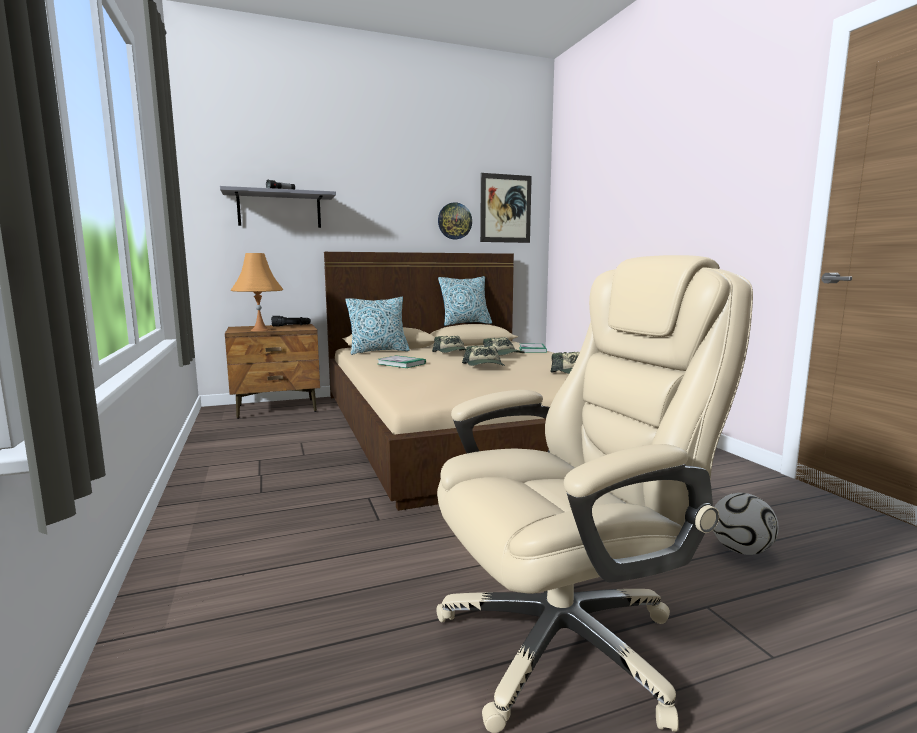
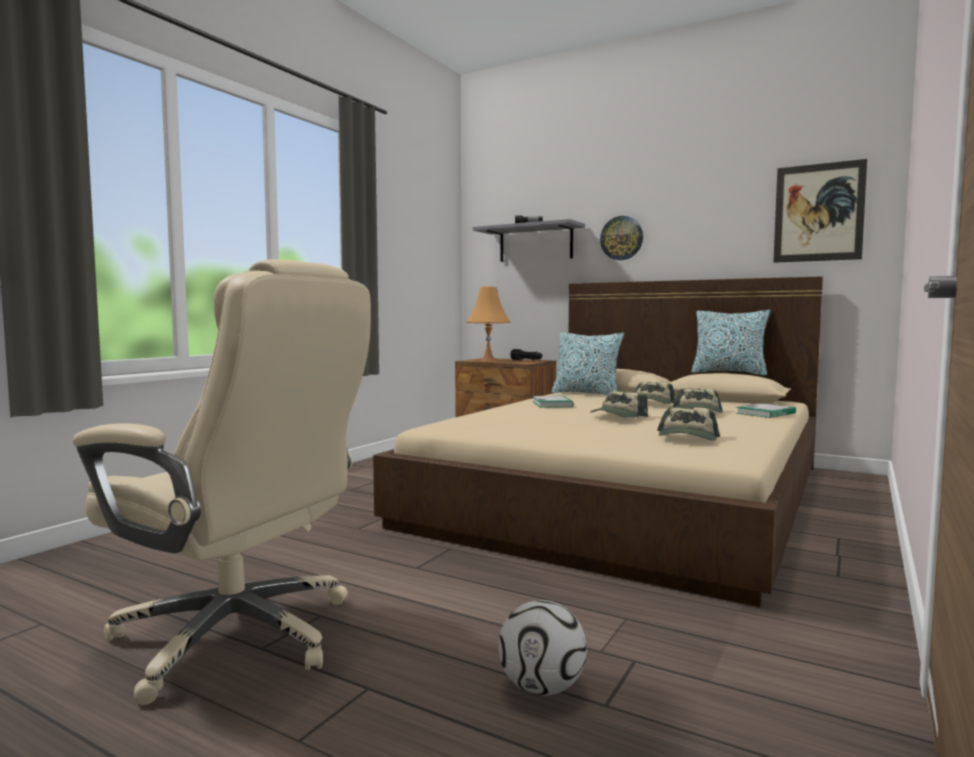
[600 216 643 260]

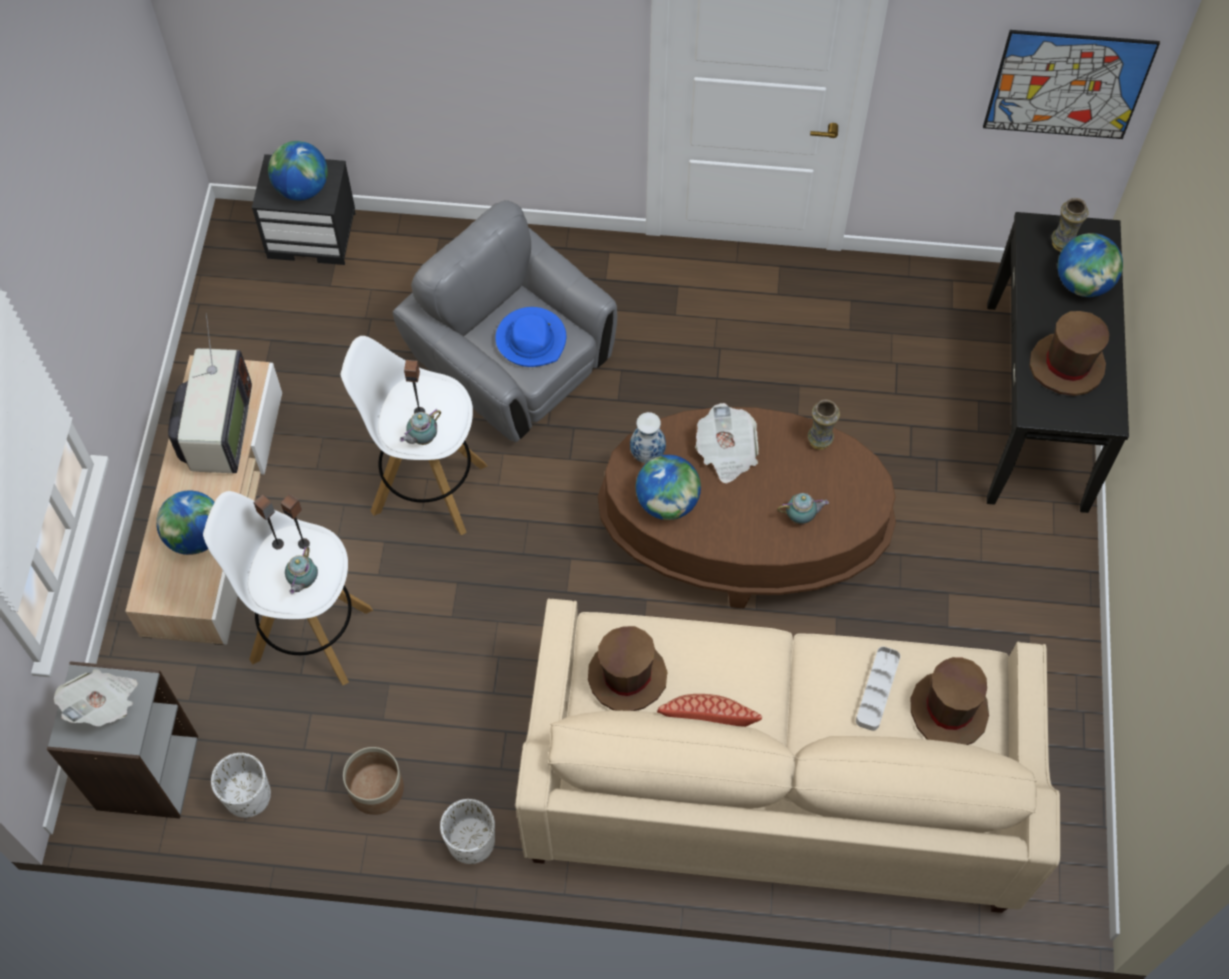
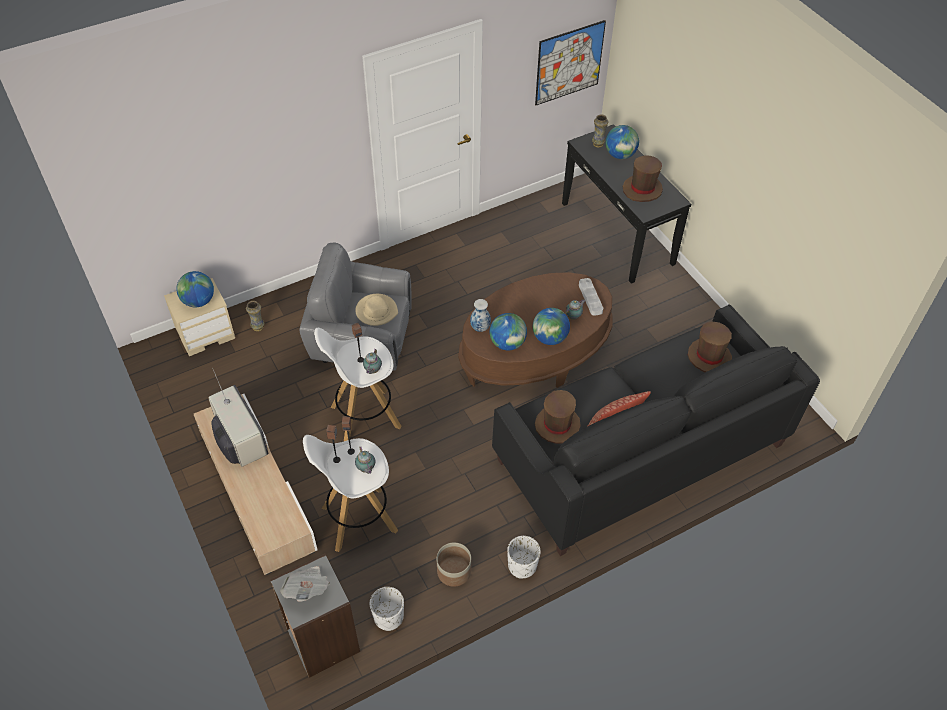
[695 403 759 483] (first image)
[533 308 570 345]
[246 301 264 331]
[579 278 603 316]
[164 278 235 356]
[355 294 398 326]
[492 304 820 556]

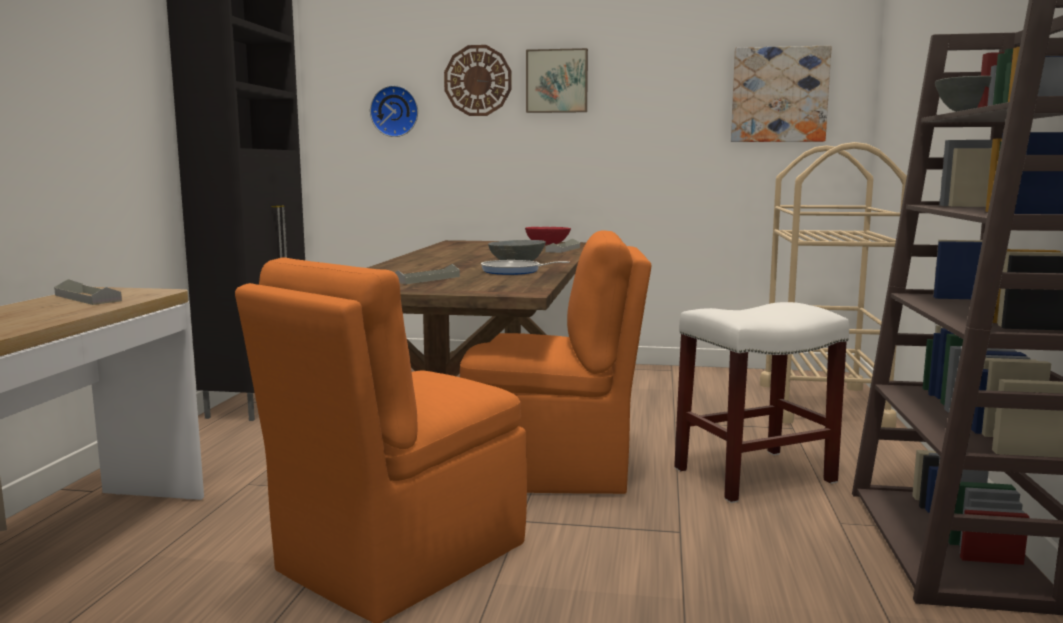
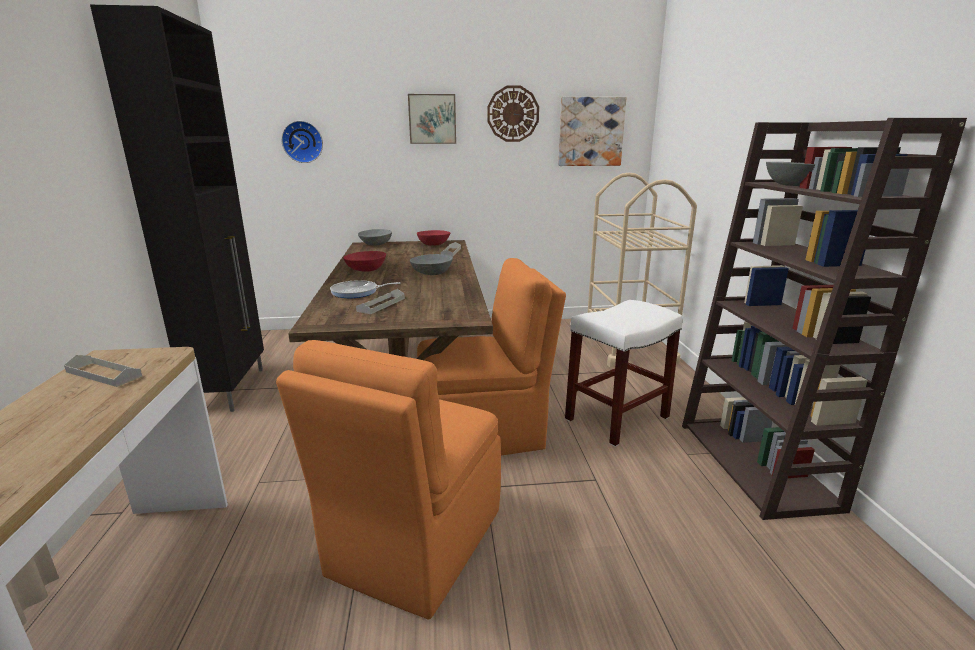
[344 251 386 272]
[358 229 392 246]
[487 85 539 142]
[330 280 400 298]

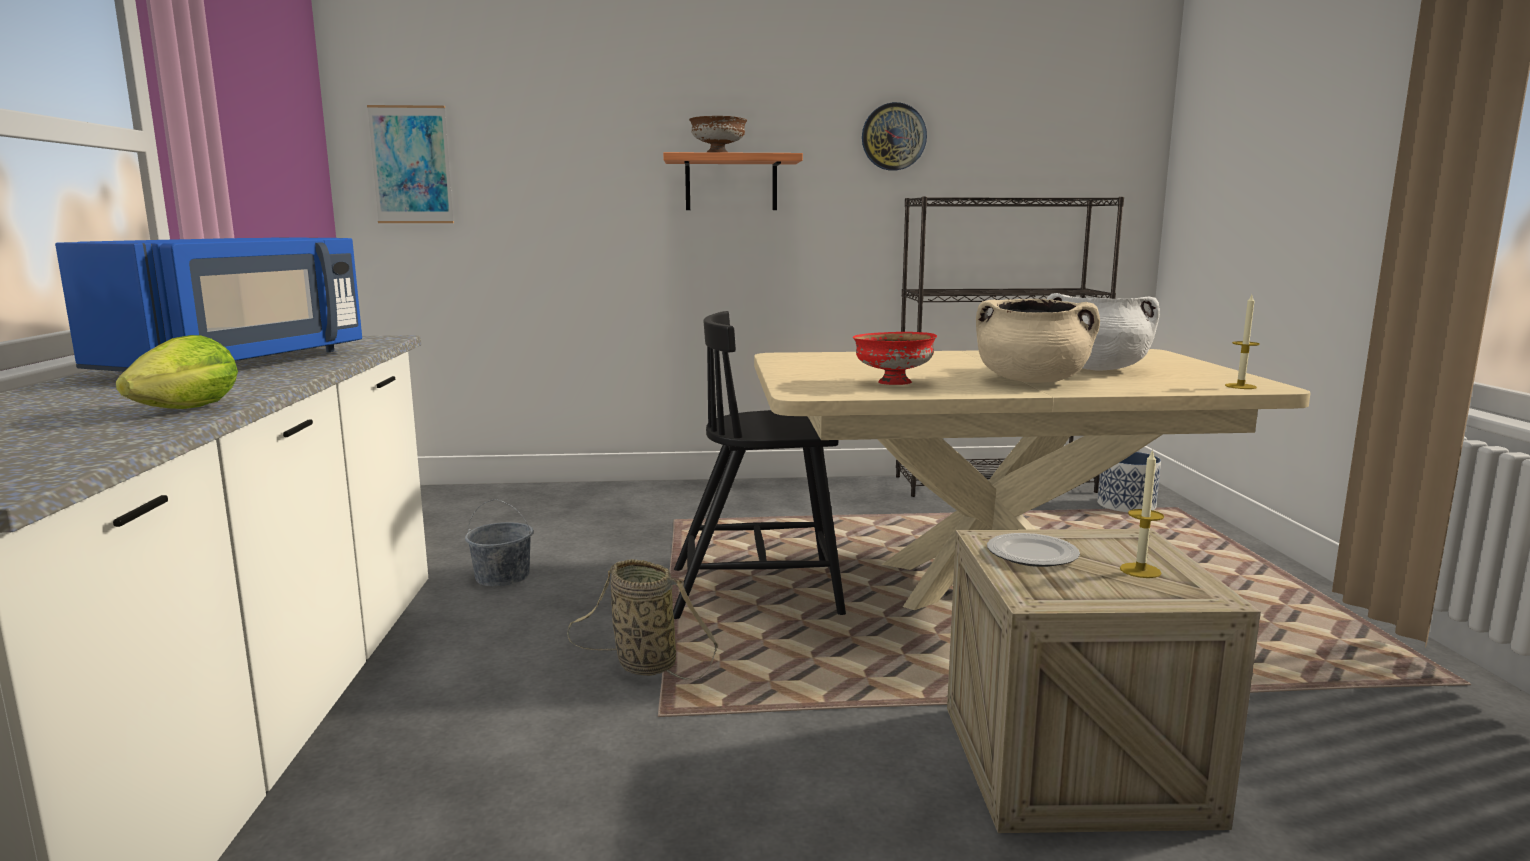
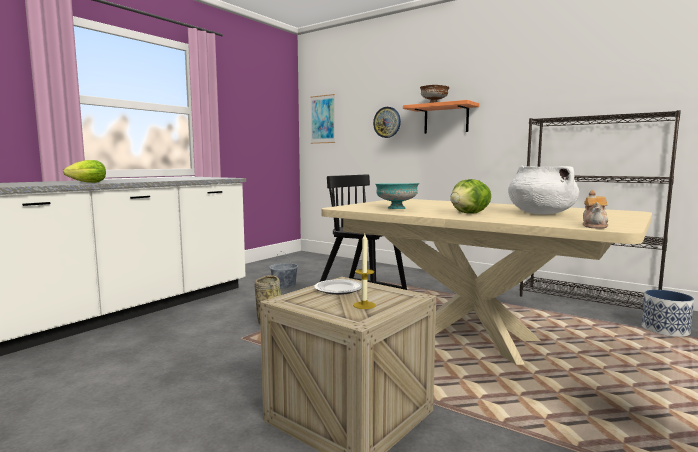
[55 237 362 372] (first image)
[373 107 401 138]
[450 179 491 214]
[583 190 608 229]
[375 183 419 209]

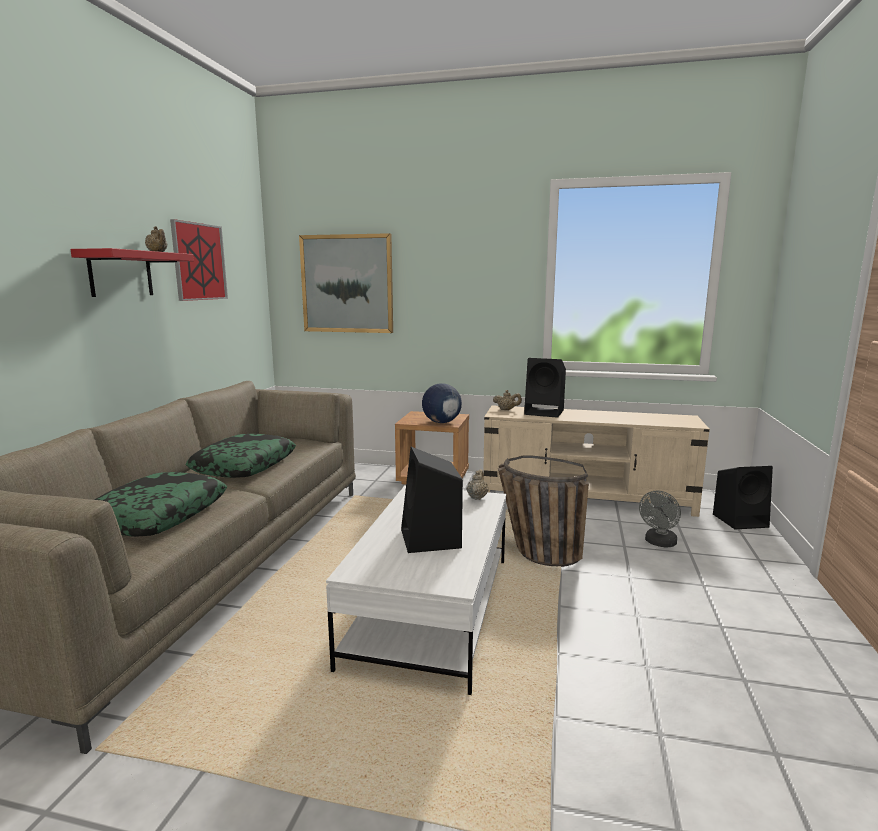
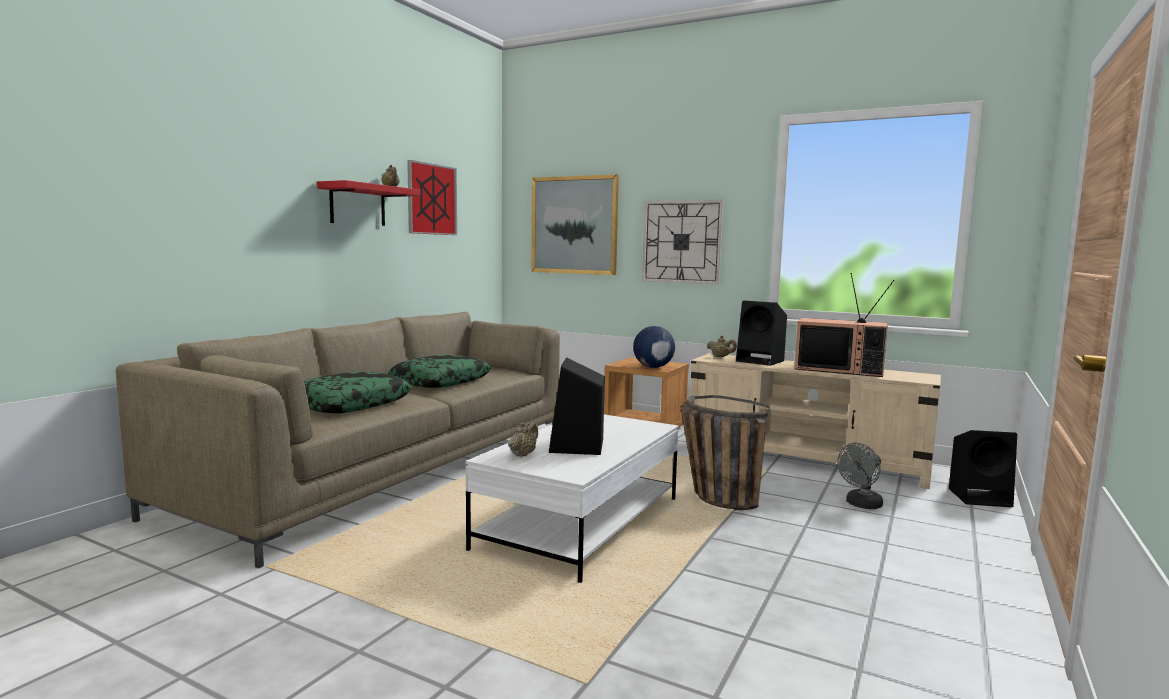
[642 200 724 285]
[794 273 894 377]
[508 422 538 457]

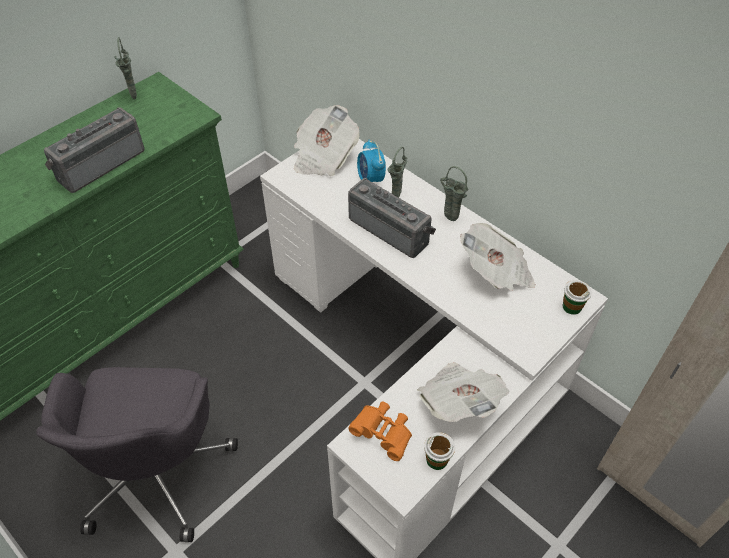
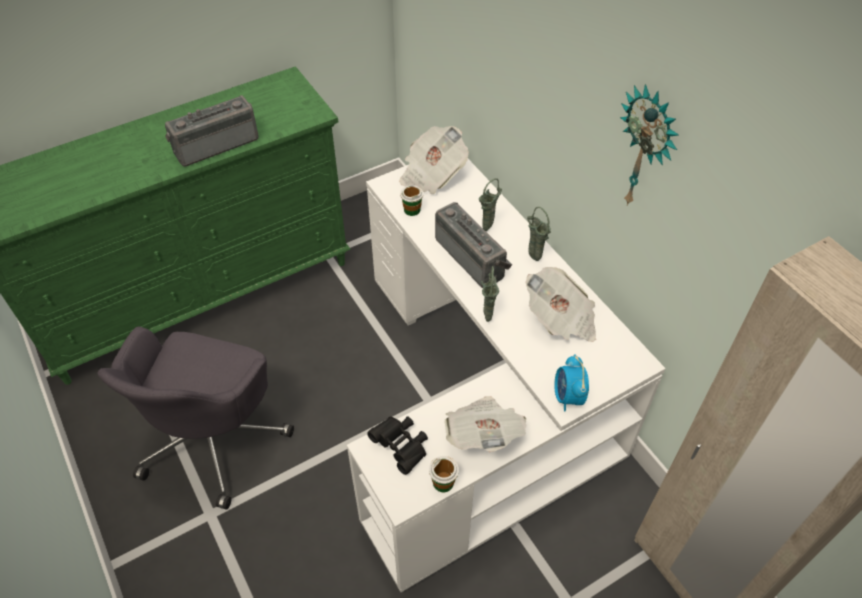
[620 84 679 206]
[481 266 499 322]
[554 354 589 411]
[400 185 423 216]
[367 416 428 475]

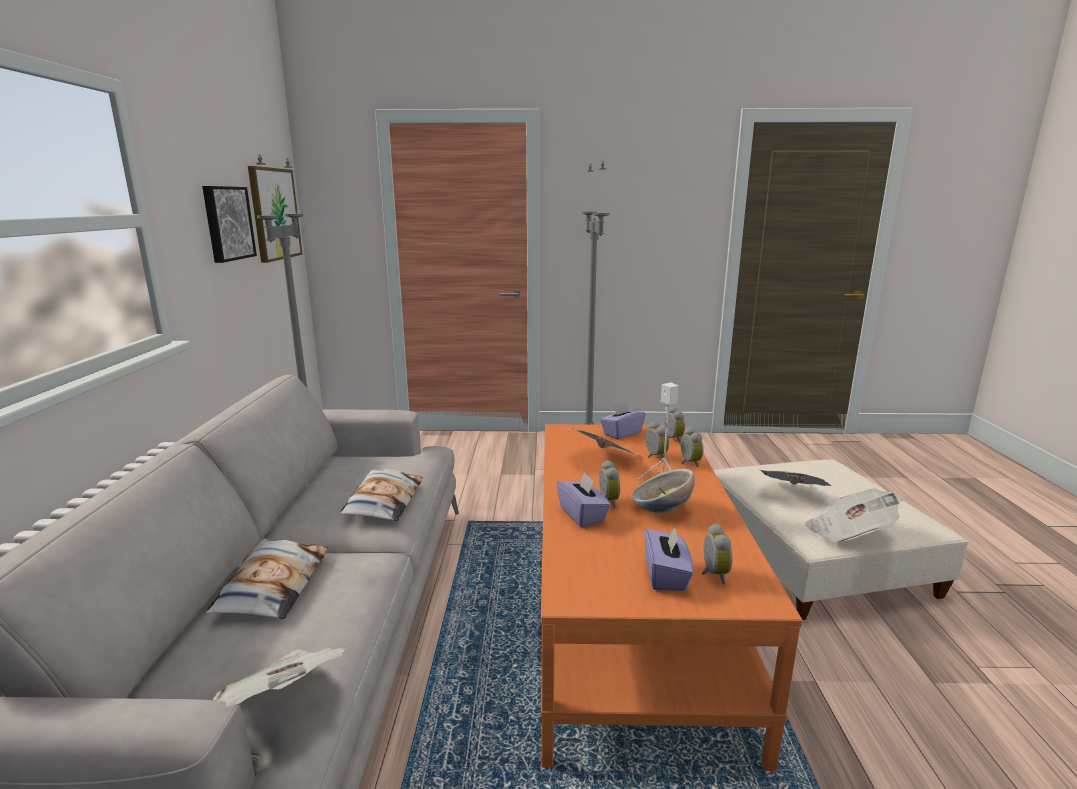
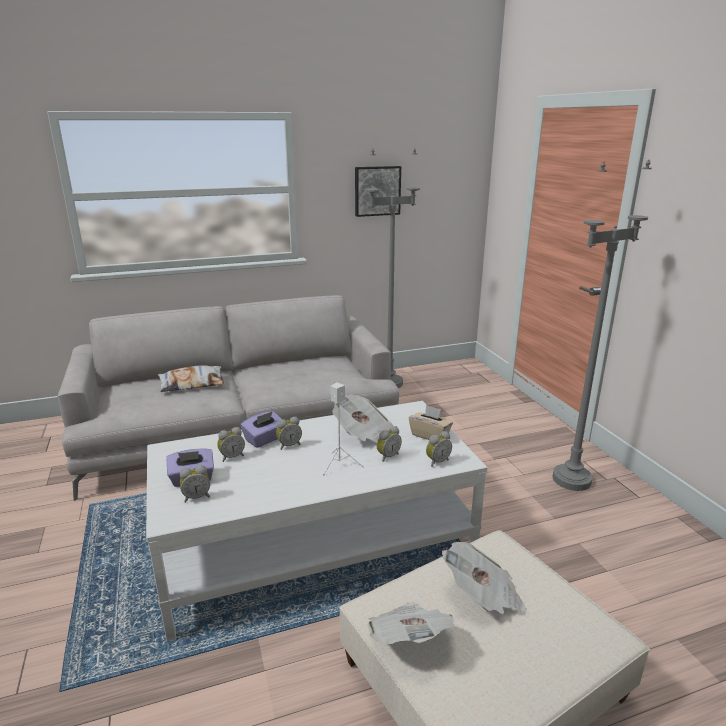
[213 647 346 706] (first image)
[248 166 302 263] (first image)
[339 469 423 521] (first image)
[632 469 695 513] (first image)
[217 427 245 462]
[146 401 487 641]
[409 405 453 440]

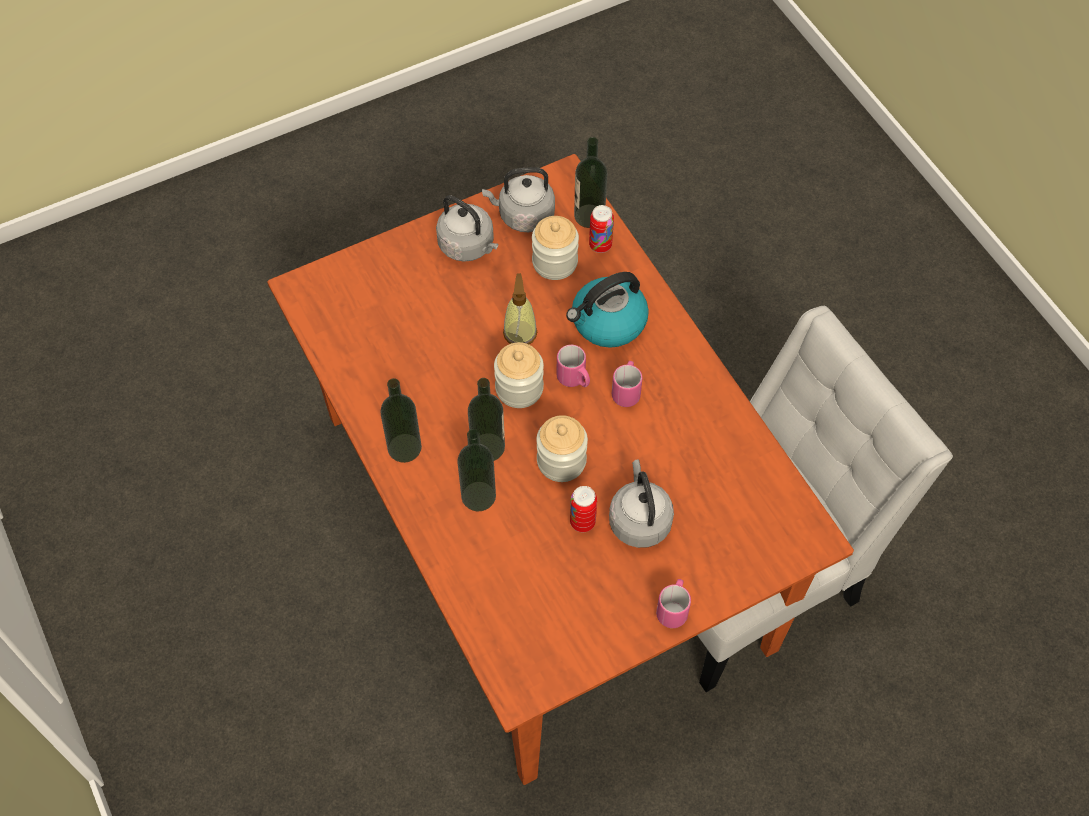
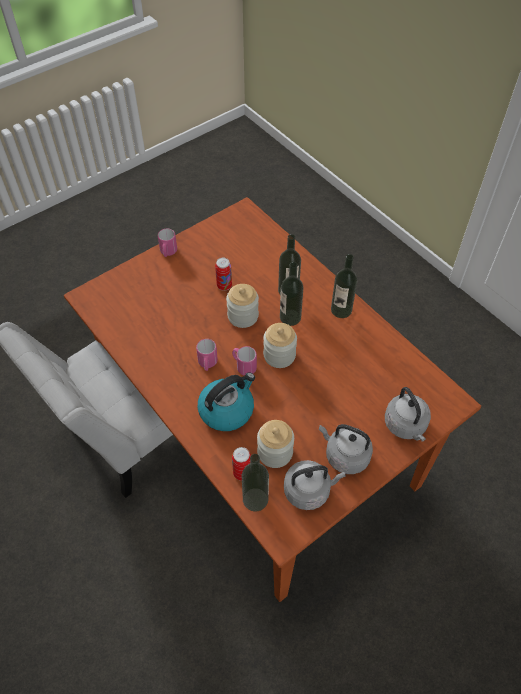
[503 273 537 344] (first image)
[385 387 431 442]

